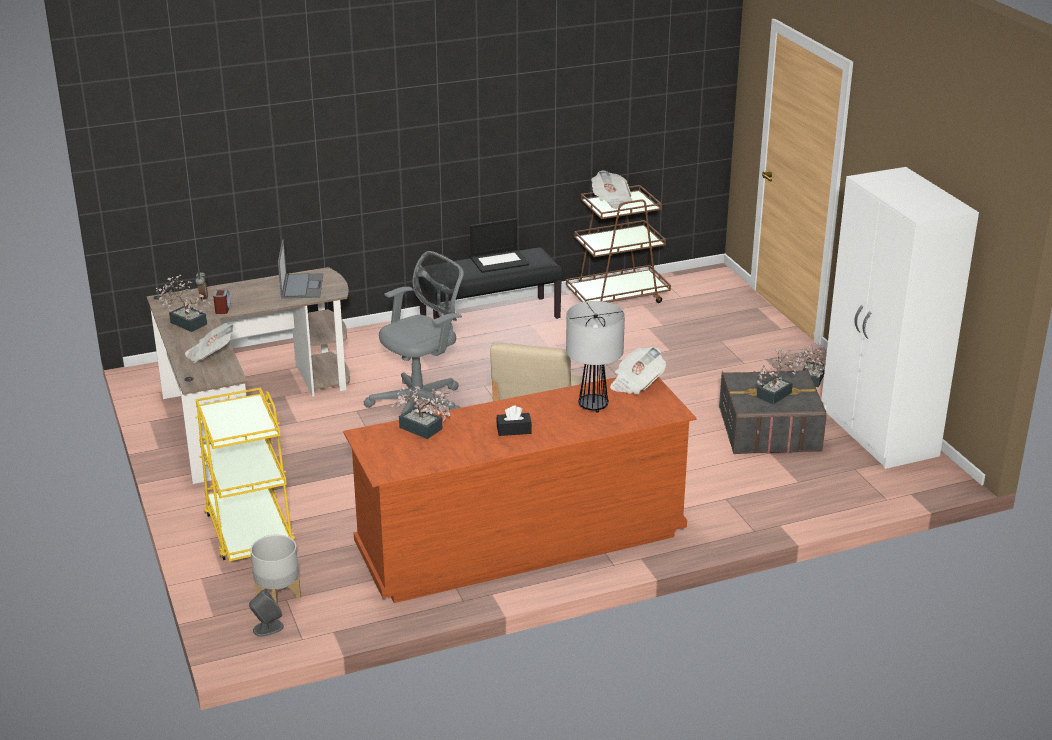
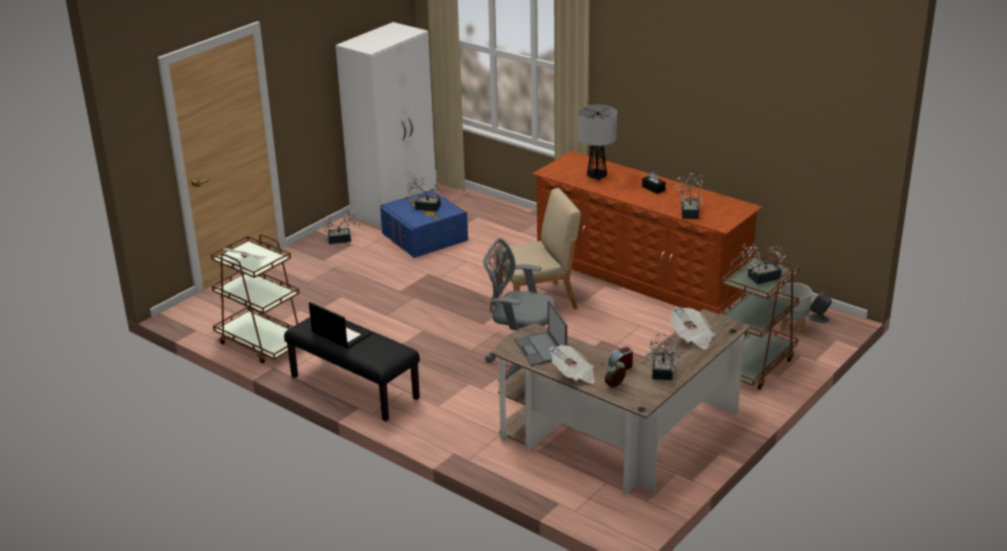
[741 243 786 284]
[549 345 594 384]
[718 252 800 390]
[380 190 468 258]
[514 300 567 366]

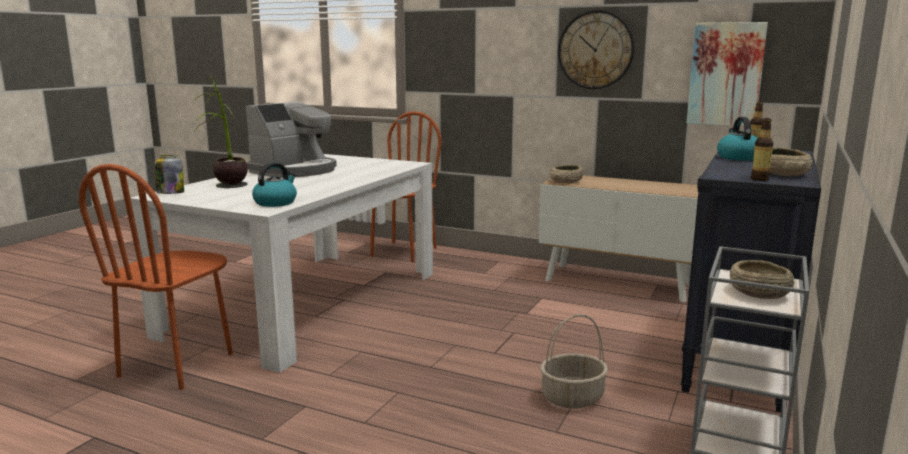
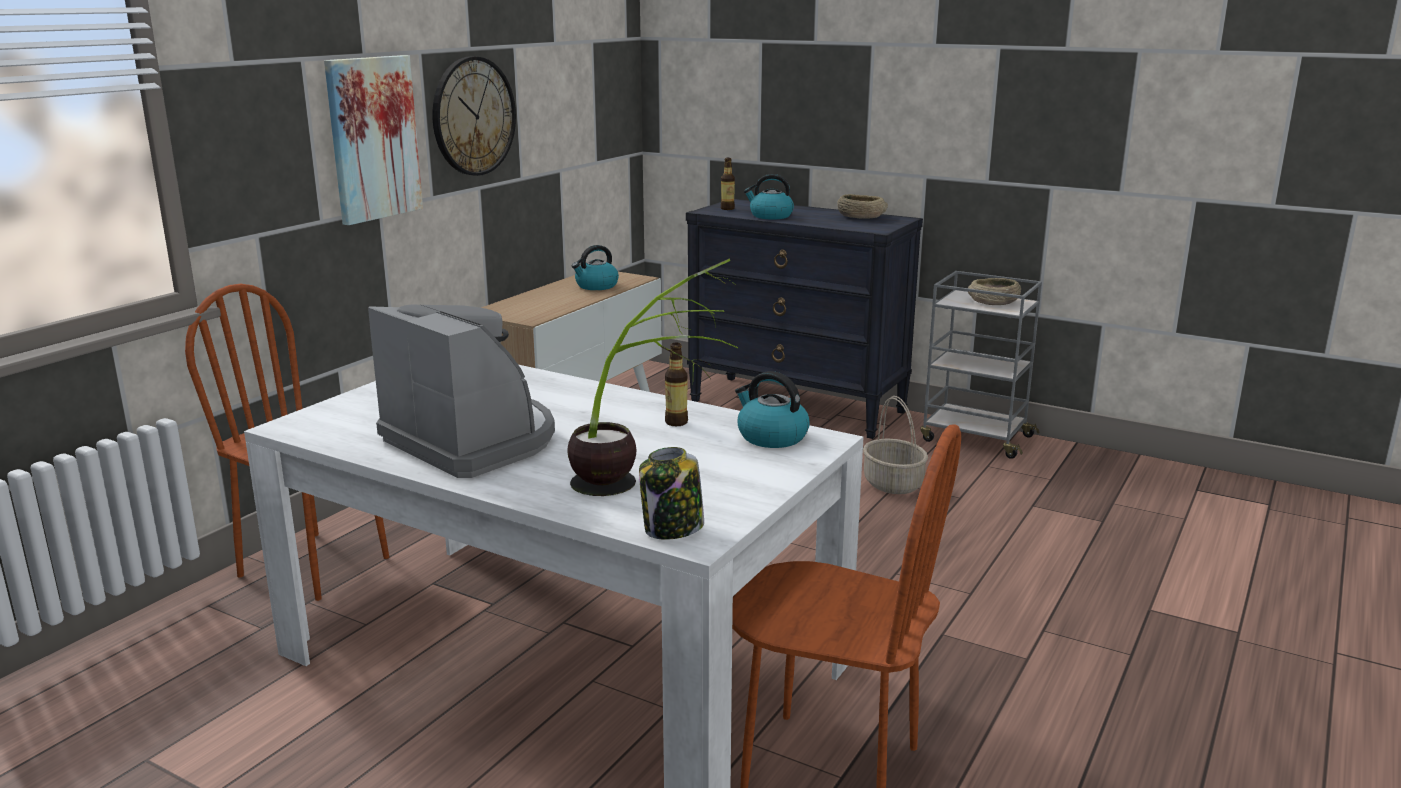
[550 165 584 183] (first image)
[572 245 619 290]
[324 55 423 225]
[665 343 688 426]

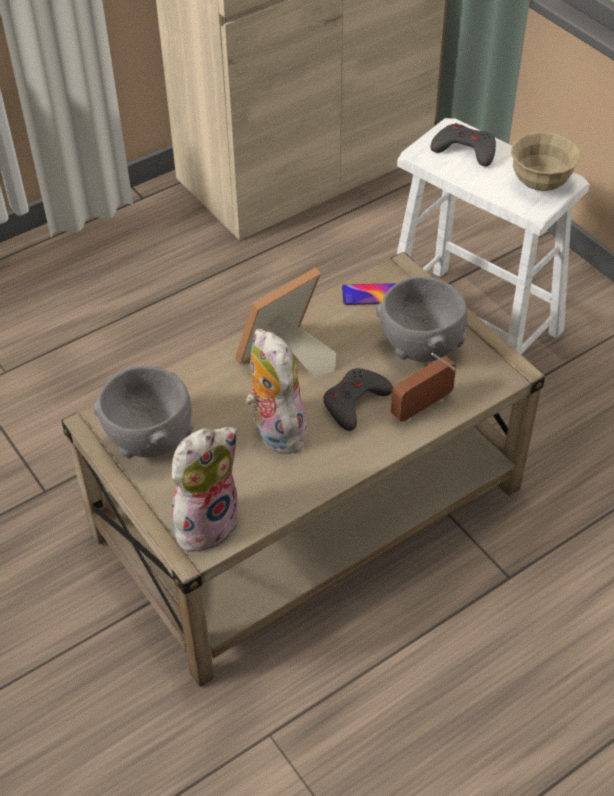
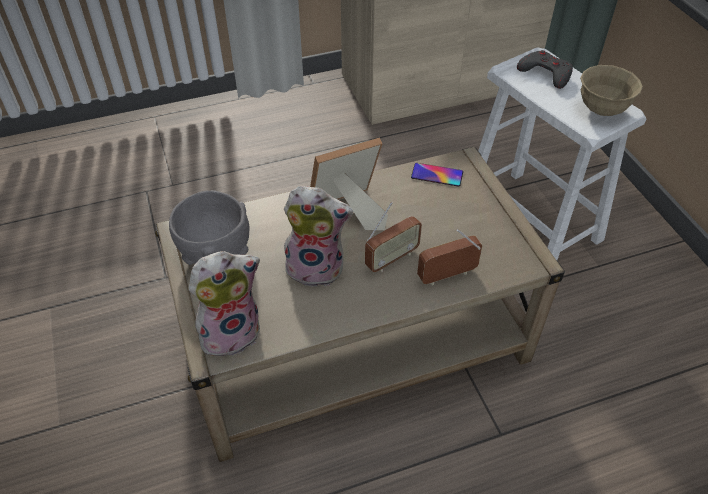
[376 276 467 362] (first image)
[365 202 422 272]
[280 186 353 287]

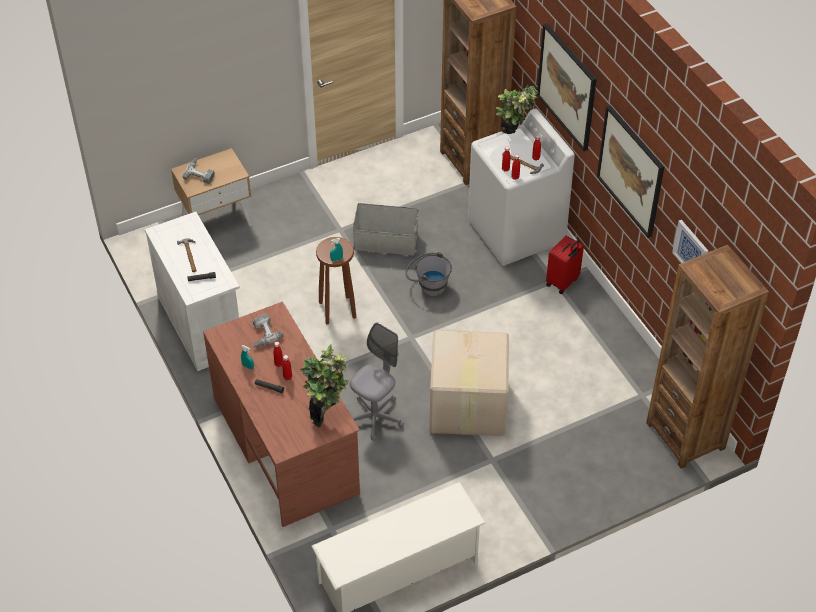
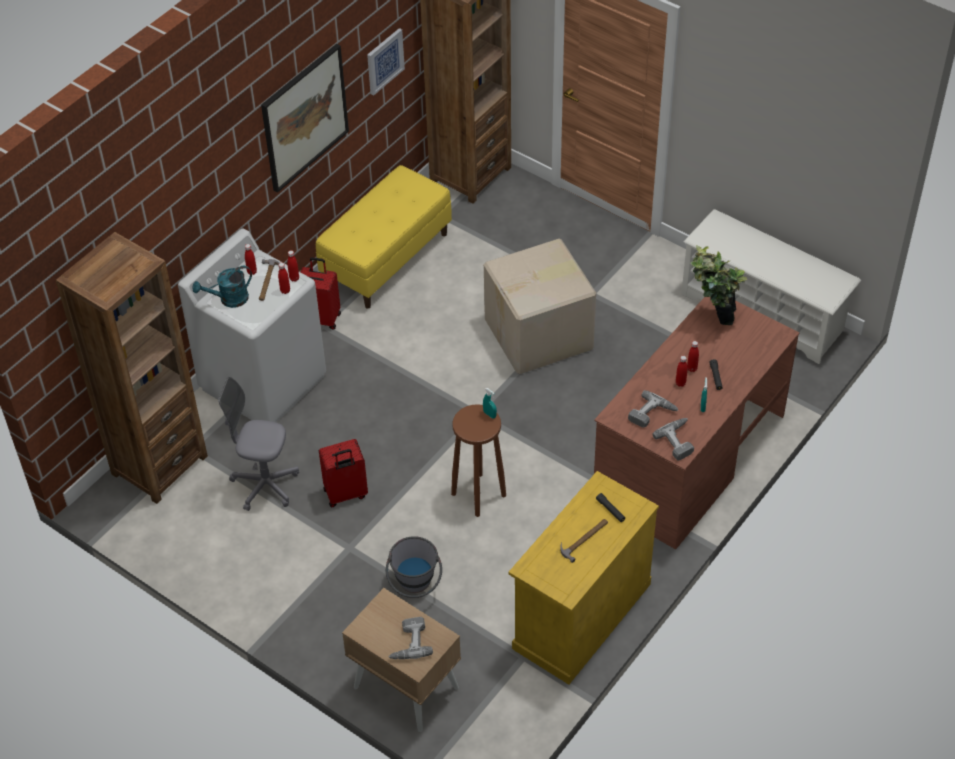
[537 23 597 151] (first image)
[316 165 452 309]
[652 418 694 461]
[218 377 299 511]
[386 536 442 598]
[319 439 368 507]
[192 266 252 308]
[508 471 659 684]

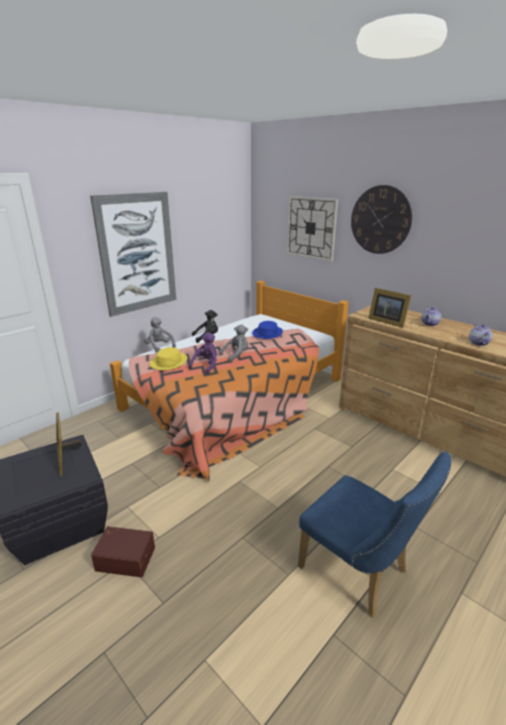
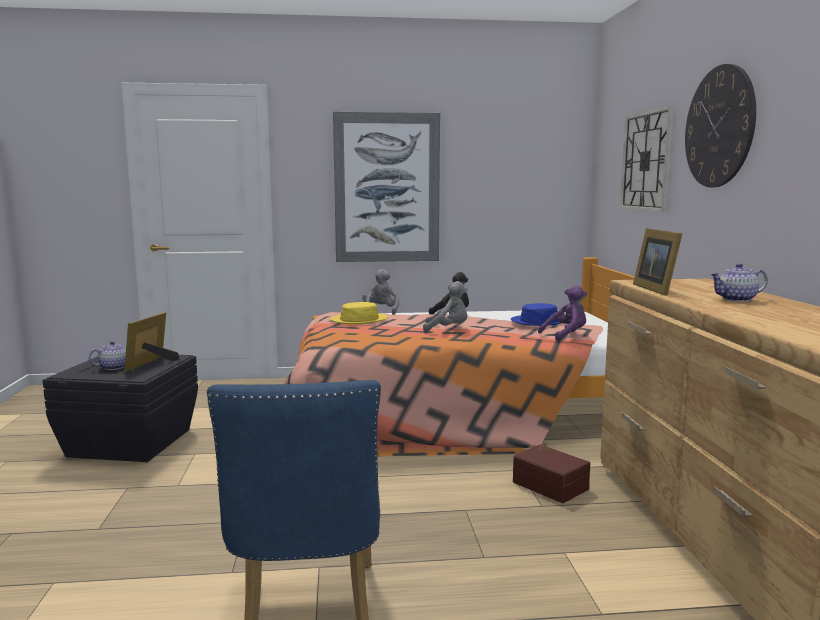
[513 444 590 503]
[538 285 587 341]
[89 341 126 370]

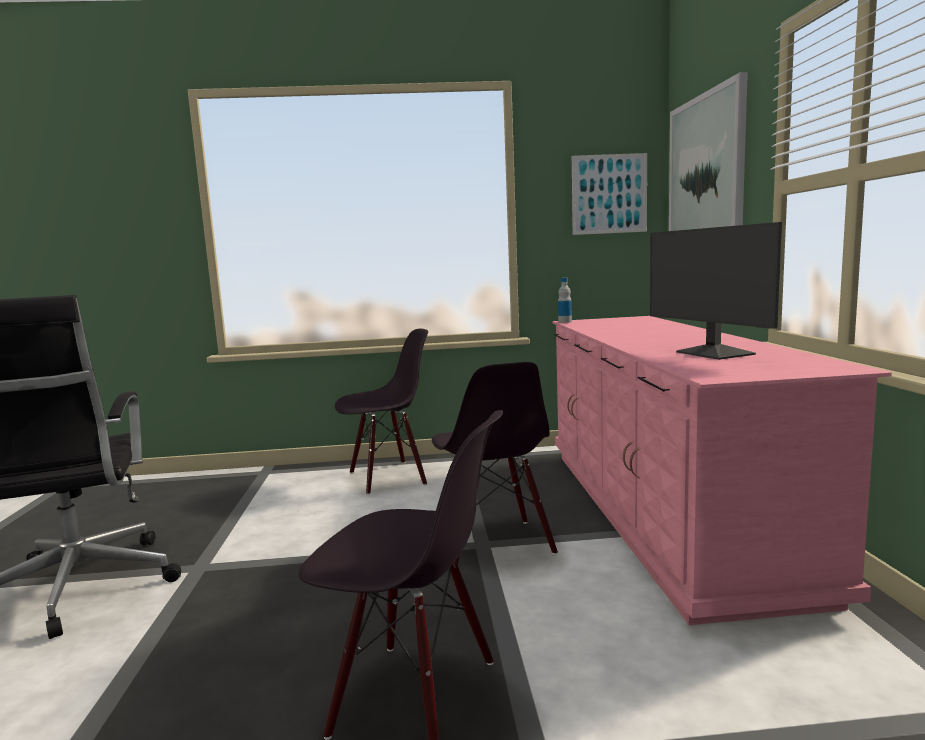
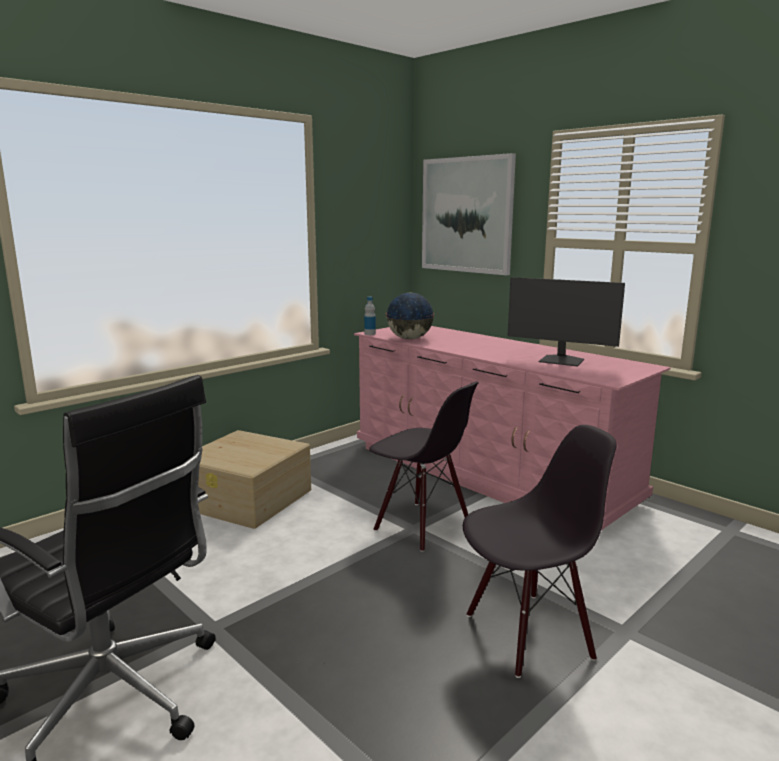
[572 153 647 235] (first image)
[386 292 434 340]
[198 430 311 529]

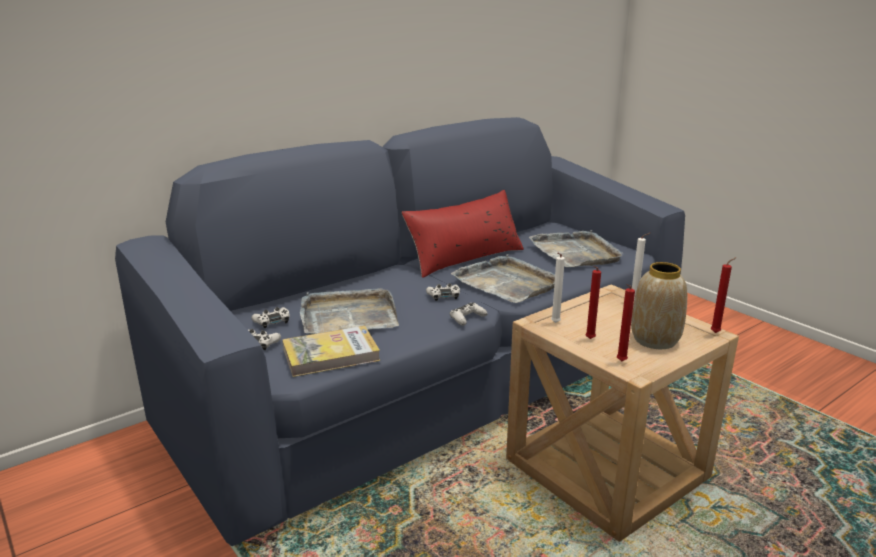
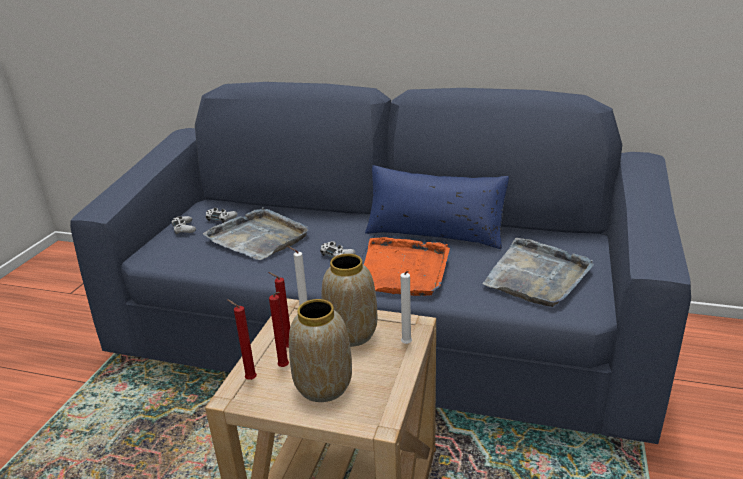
[282 326 380 377] (first image)
[450 302 488 326] (first image)
[321 254 377 347]
[269 292 289 367]
[365 165 509 249]
[364 237 450 296]

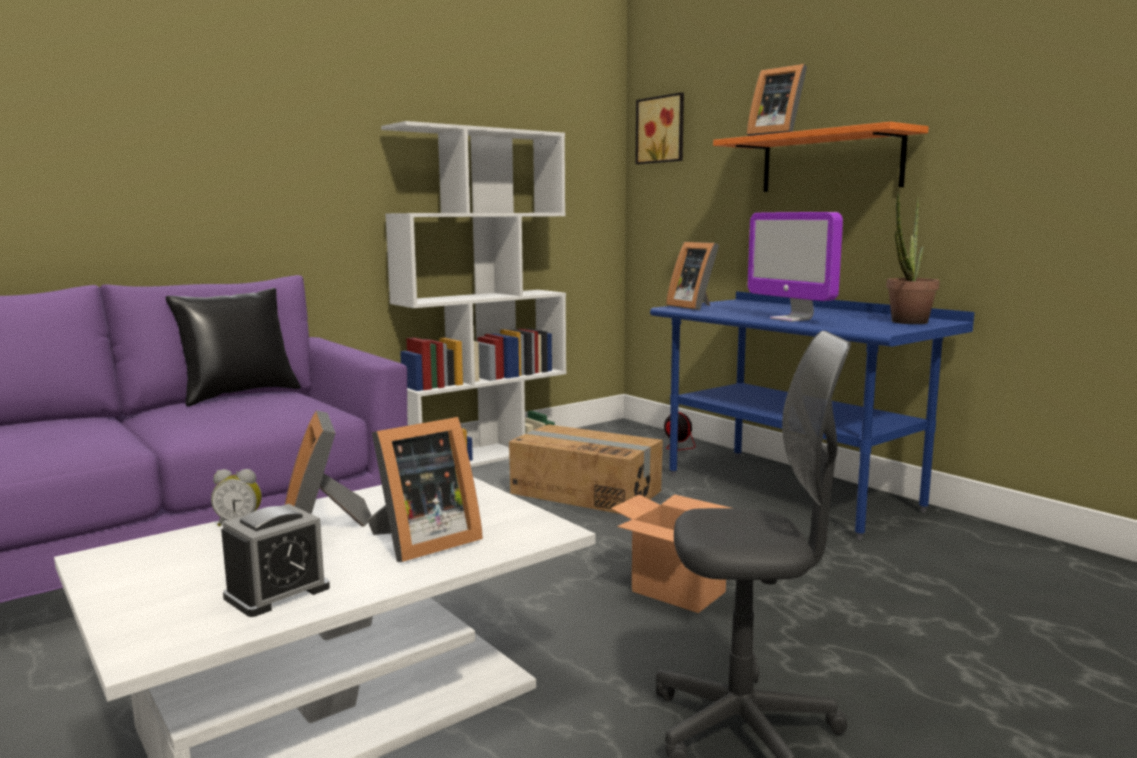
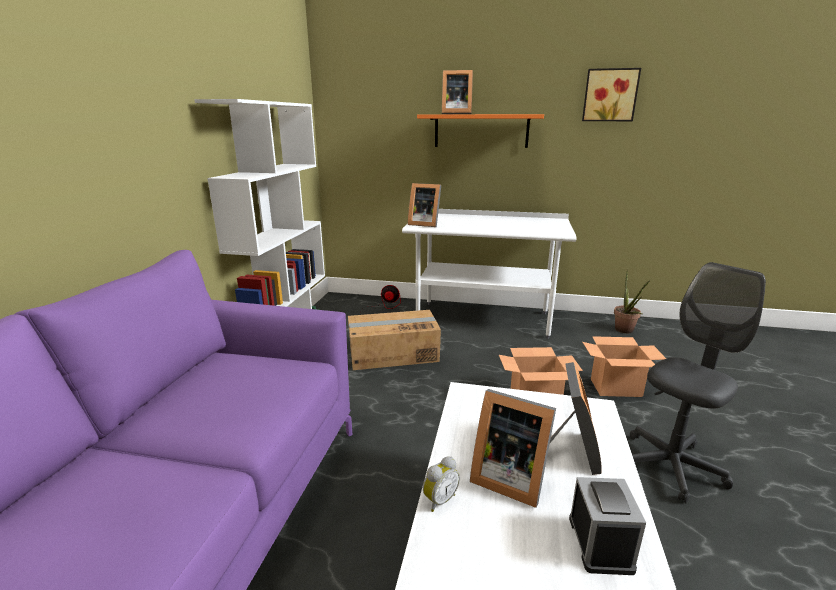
[165 288 301 406] (first image)
[748 212 843 322] (first image)
[583 336 666 397]
[582 68 641 121]
[614 269 650 333]
[402 209 577 339]

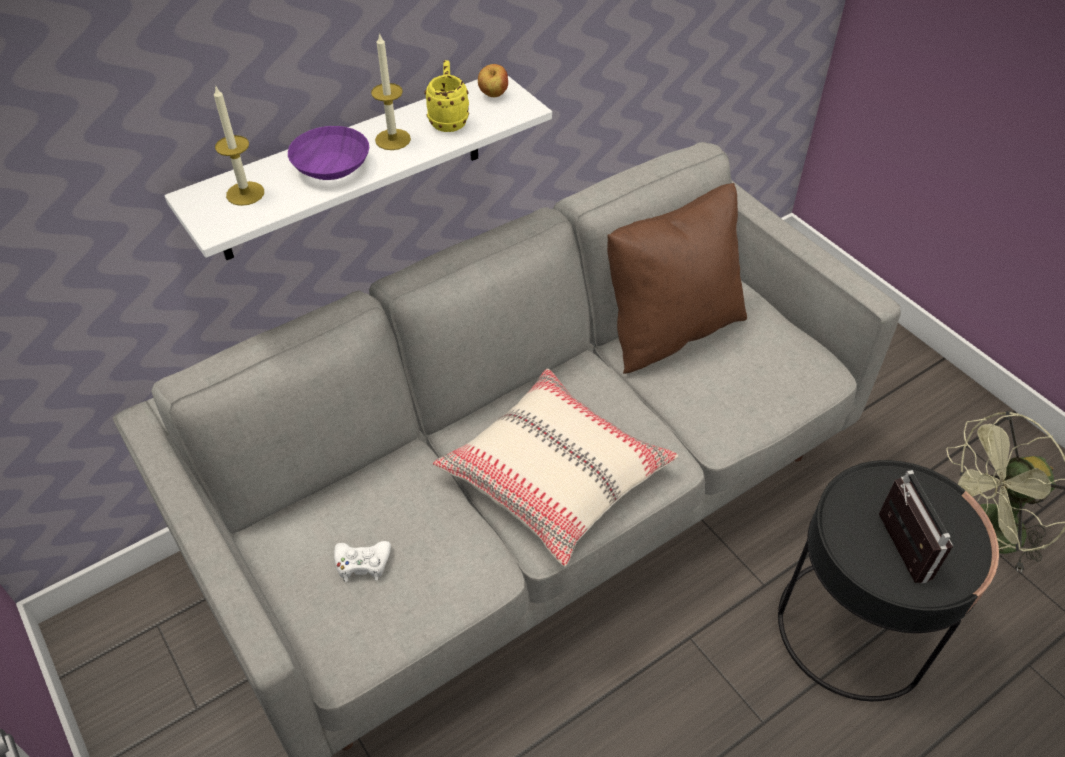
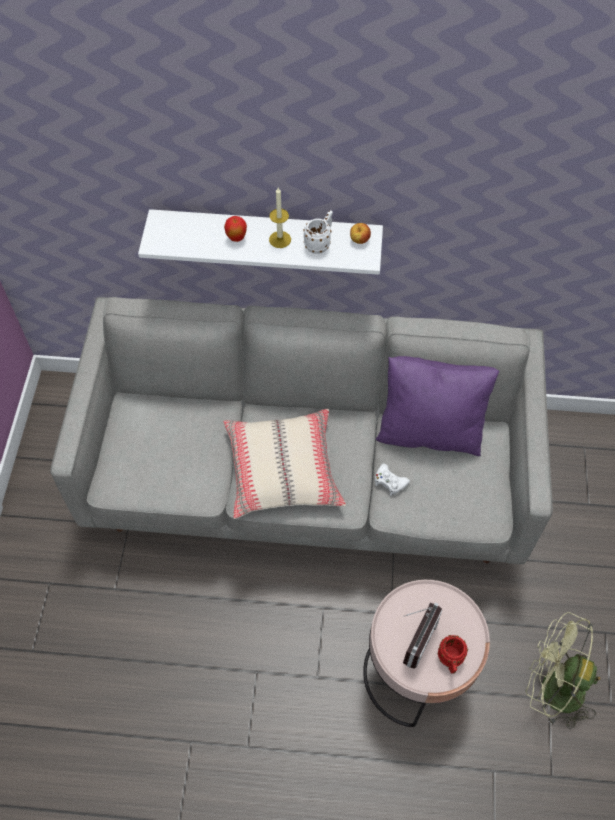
[214 85 264 206] (first image)
[438 635 468 674]
[375 464 410 496]
[224 216 247 242]
[303 210 333 254]
[376 356 499 456]
[363 580 490 727]

